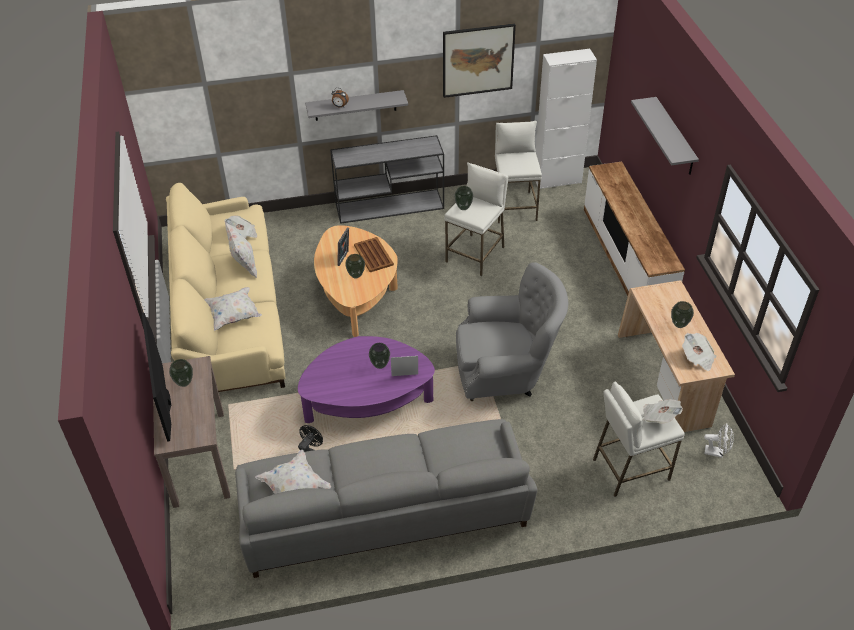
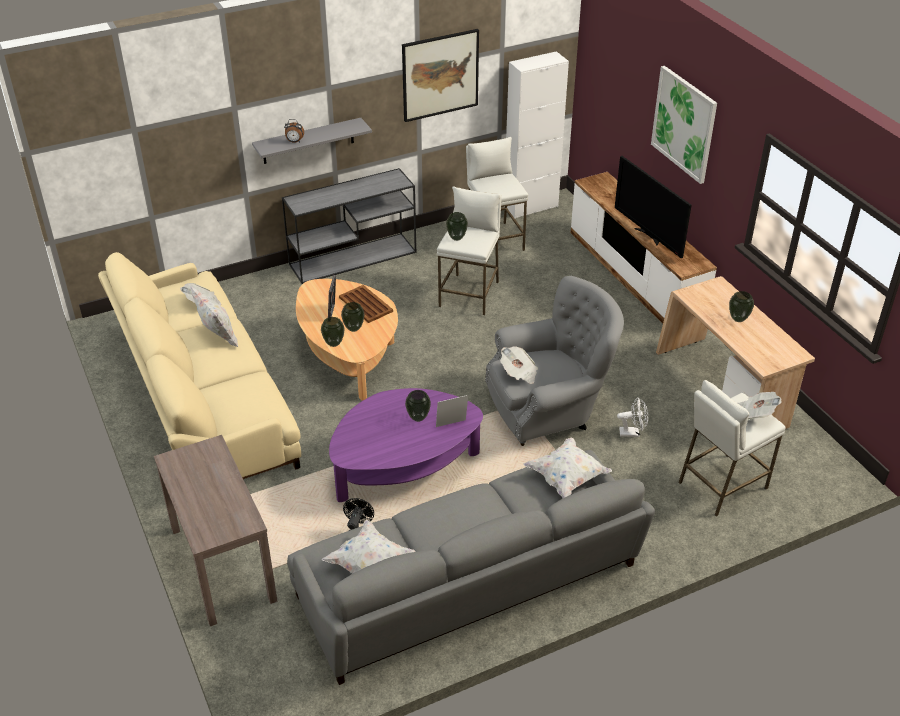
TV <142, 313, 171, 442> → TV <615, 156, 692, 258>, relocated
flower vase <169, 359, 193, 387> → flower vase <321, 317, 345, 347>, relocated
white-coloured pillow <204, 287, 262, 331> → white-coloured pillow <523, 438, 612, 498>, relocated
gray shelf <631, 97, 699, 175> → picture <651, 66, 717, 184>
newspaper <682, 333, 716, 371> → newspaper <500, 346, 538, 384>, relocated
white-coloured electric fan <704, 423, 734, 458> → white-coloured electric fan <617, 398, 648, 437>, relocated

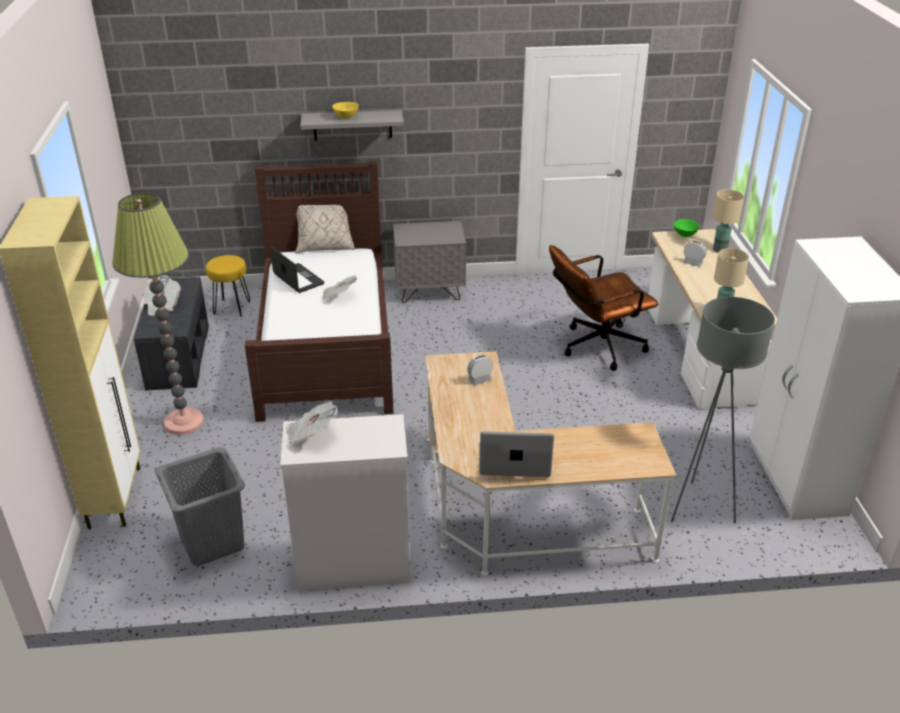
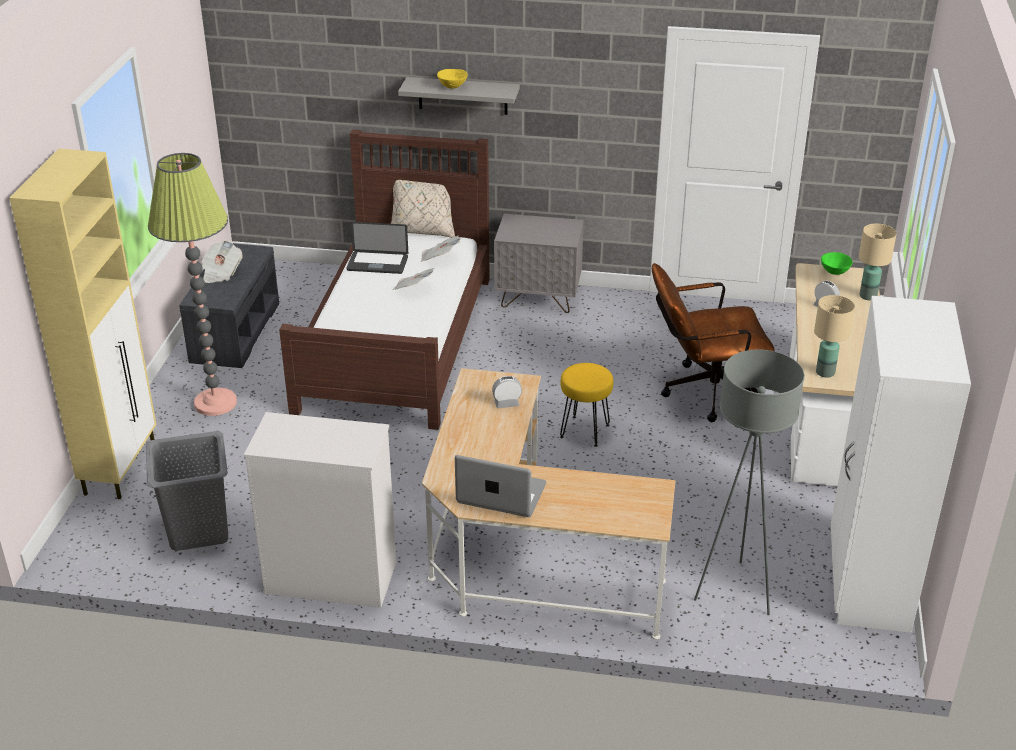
yellow stool <206, 255, 250, 316> → yellow stool <560, 363, 613, 447>, relocated
laptop <270, 246, 324, 293> → laptop <347, 222, 408, 274>, 120 degrees clockwise
newspaper <286, 401, 338, 444> → newspaper <421, 236, 461, 262>, relocated

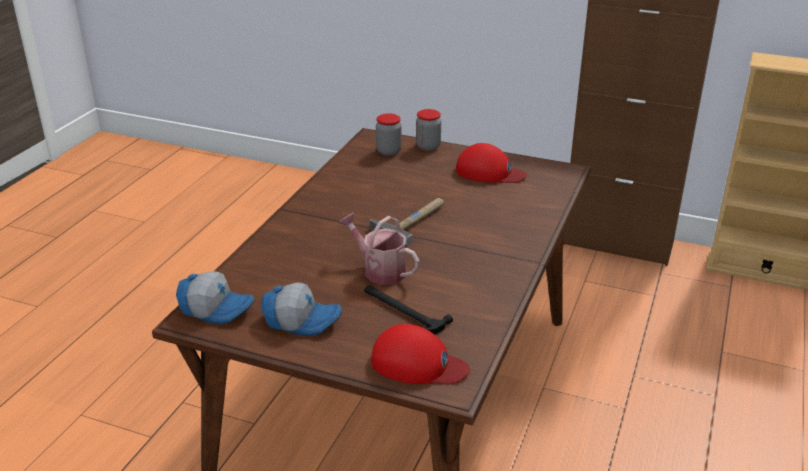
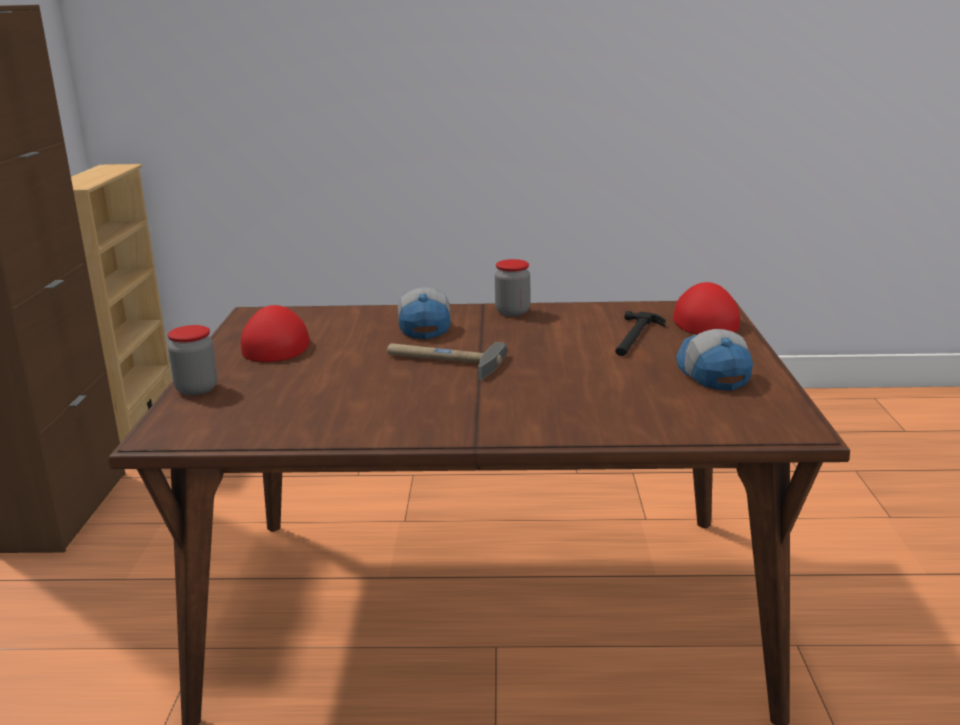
peaked cap <176, 271, 254, 324> → peaked cap <398, 287, 451, 339>, relocated
sprinkling can <339, 213, 420, 285> → -
preserve jar <376, 113, 402, 156> → preserve jar <495, 259, 530, 316>, relocated

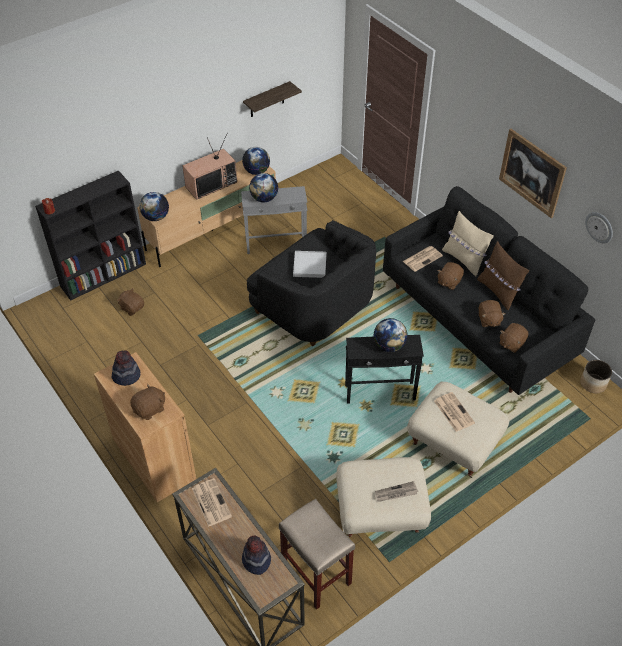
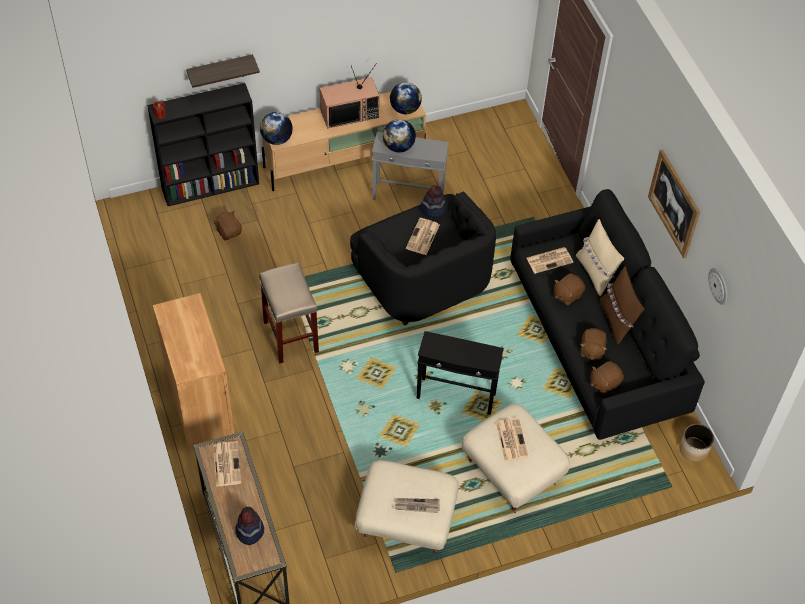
wearable hat <111, 350, 140, 386> → wearable hat <420, 185, 446, 218>, relocated
brown soft toy <130, 384, 165, 420> → -
shelf <243, 81, 302, 117> → shelf <186, 54, 260, 88>, relocated
beige stool <279, 499, 355, 610> → beige stool <259, 263, 319, 364>, relocated
white-coloured serving tray <293, 251, 326, 278> → newspaper <406, 218, 440, 255>
globe <374, 318, 407, 352> → -

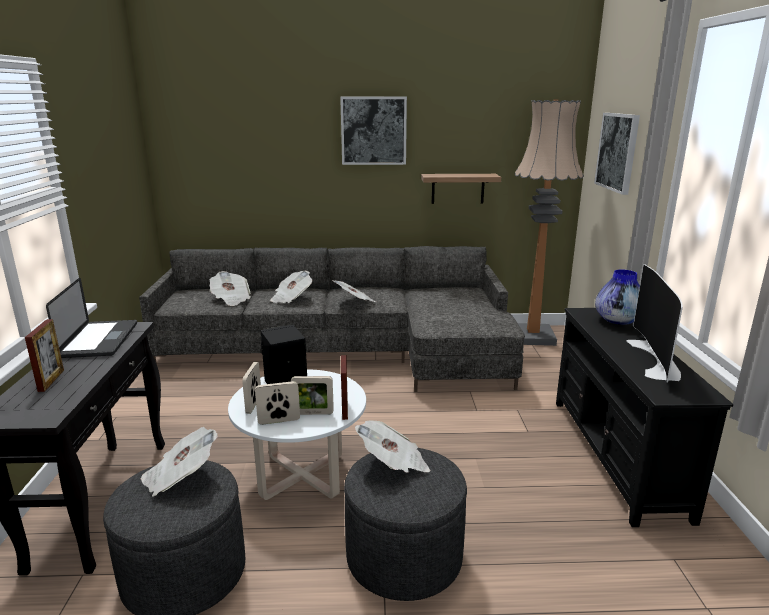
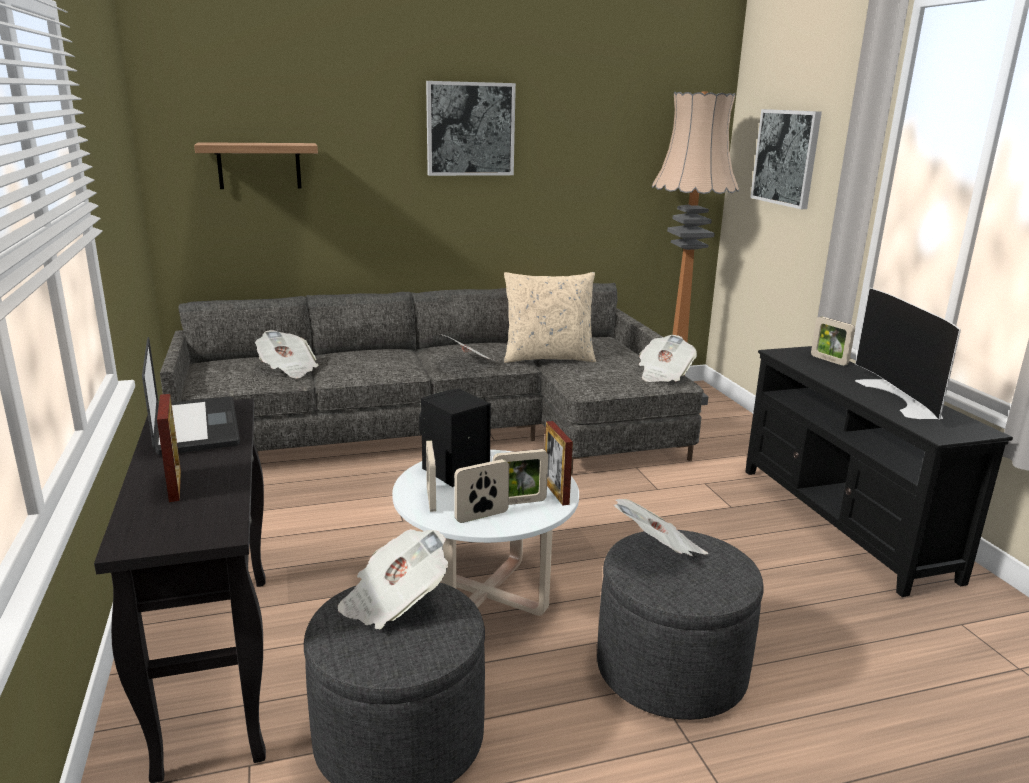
newspaper <270, 271, 312, 303> → newspaper <638, 335, 697, 382>, relocated
shelf <421, 174, 501, 204> → shelf <194, 142, 318, 189>, relocated
flower vase <595, 269, 640, 325> → picture frame <811, 317, 855, 366>
- → beige pillow <504, 272, 596, 363>

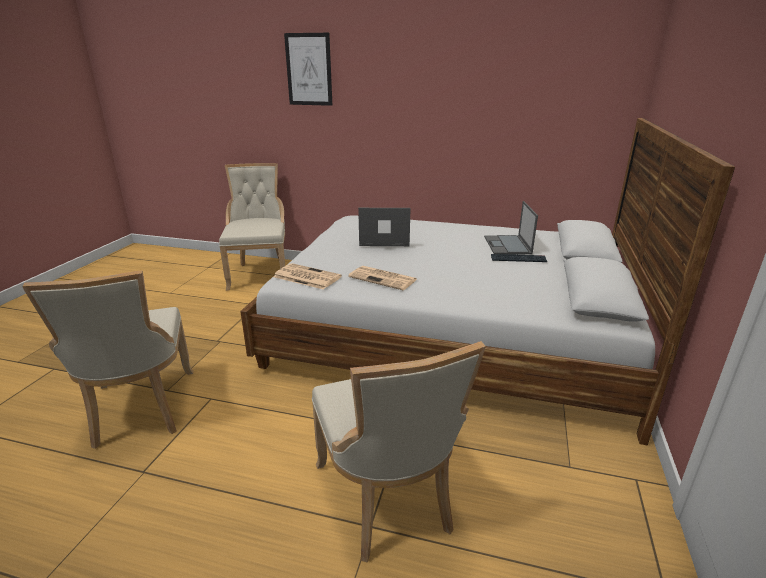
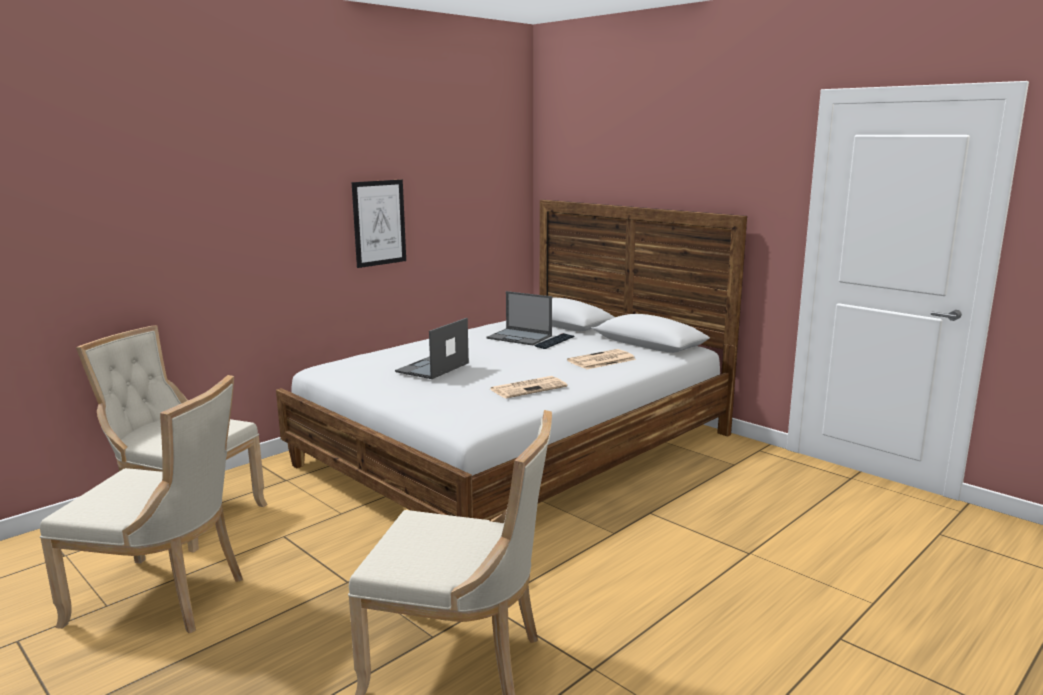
newspaper <273, 263, 342, 290> → newspaper <567, 349, 636, 370>, relocated
picture <284, 33, 332, 106> → picture <352, 180, 406, 268>, relocated
beige upright chair <312, 341, 486, 563> → beige upright chair <40, 375, 243, 633>, relocated

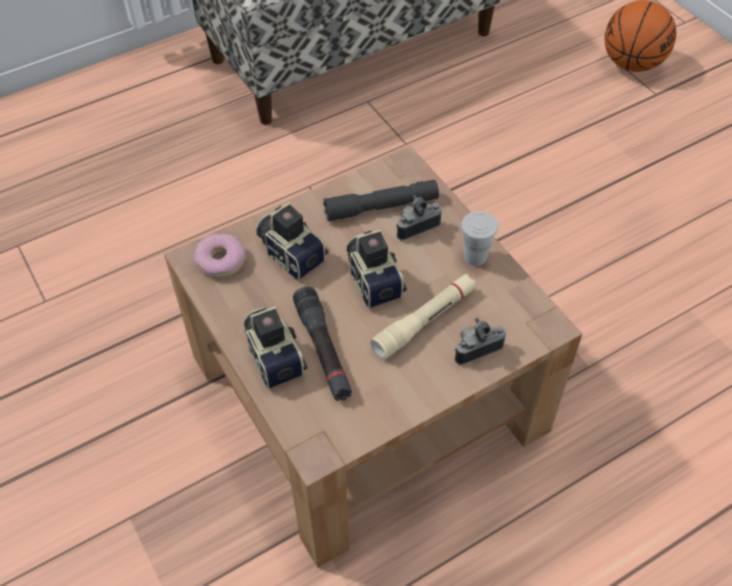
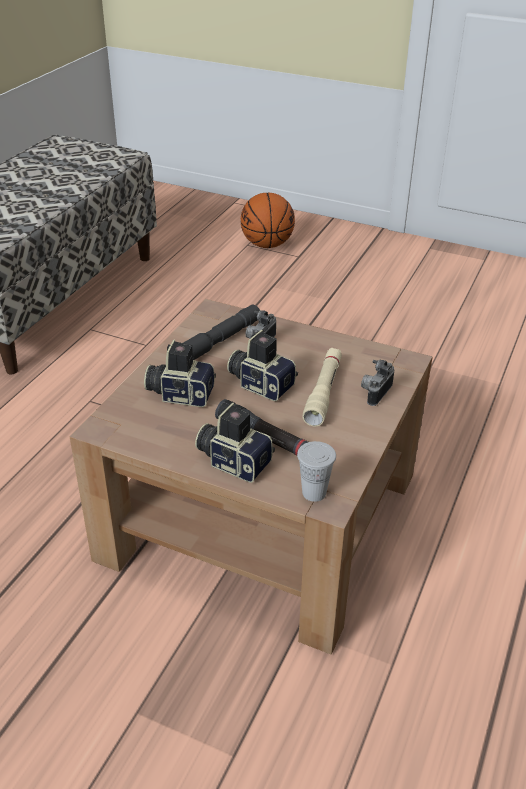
ring doughnut <194, 233, 246, 278> → -
white-coloured drinking cup <461, 211, 498, 266> → white-coloured drinking cup <297, 441, 336, 502>, relocated

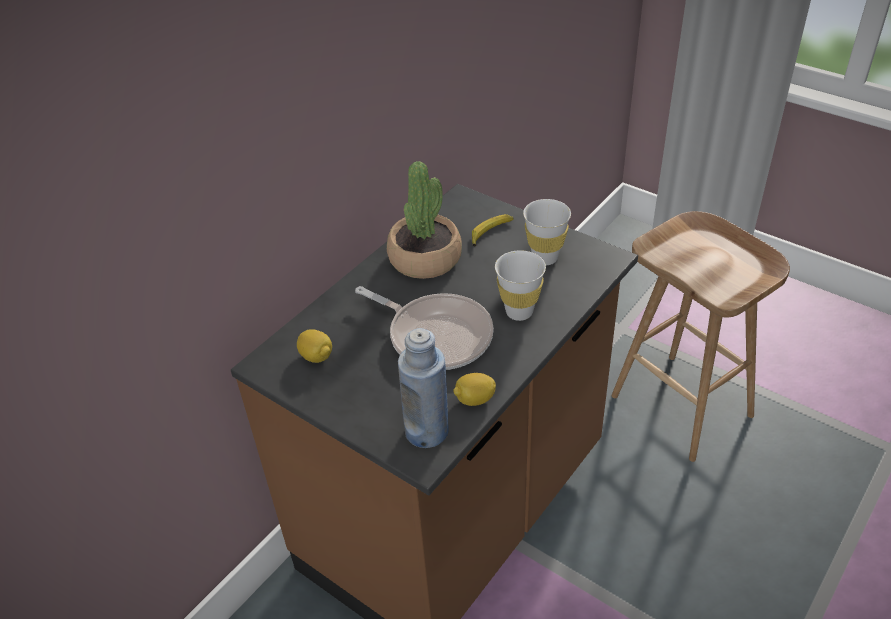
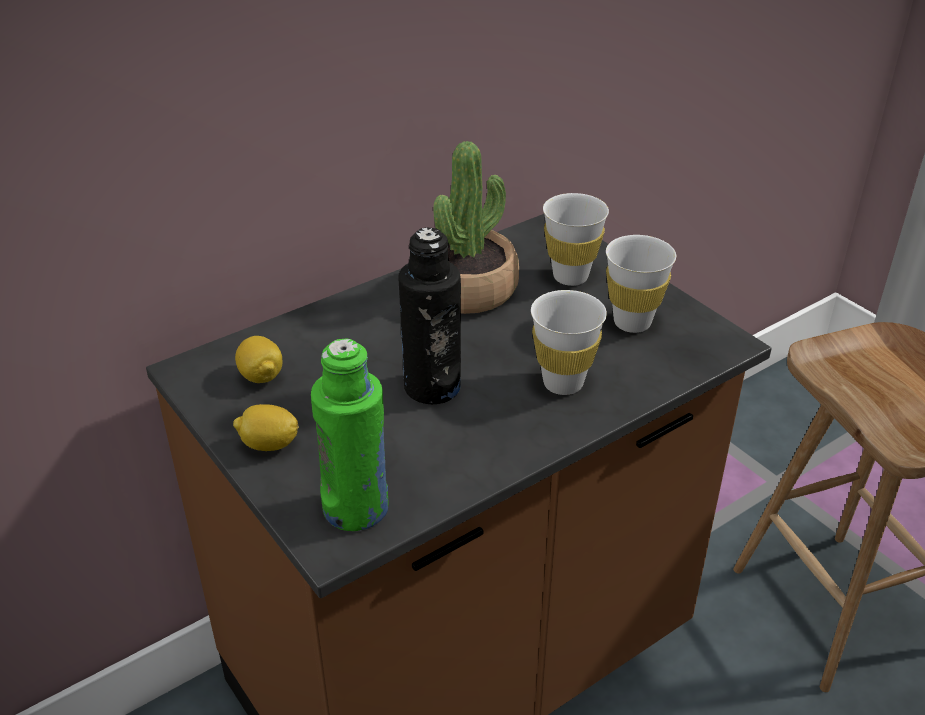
frying pan <355, 286, 494, 370> → blackish bottle <399, 227, 461, 404>
bluish bottle <398, 328, 449, 448> → green bottle <311, 339, 389, 531>
whole lemon <453, 373, 496, 406> → whole lemon <233, 404, 299, 451>, relocated
banana <472, 214, 514, 246> → white-coloured drinking cup <543, 193, 609, 286>

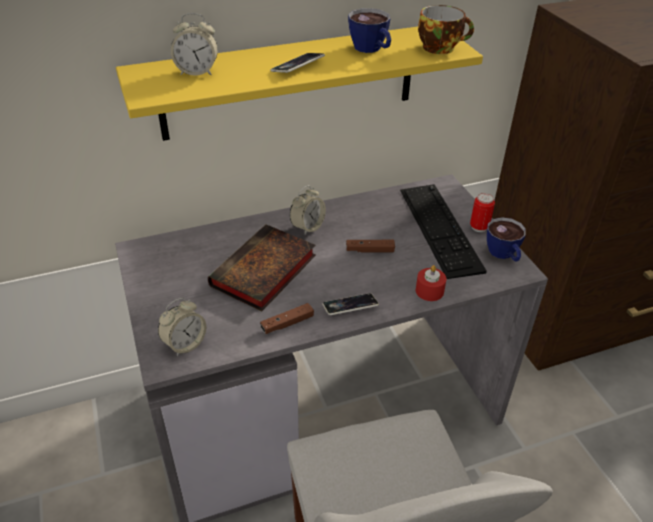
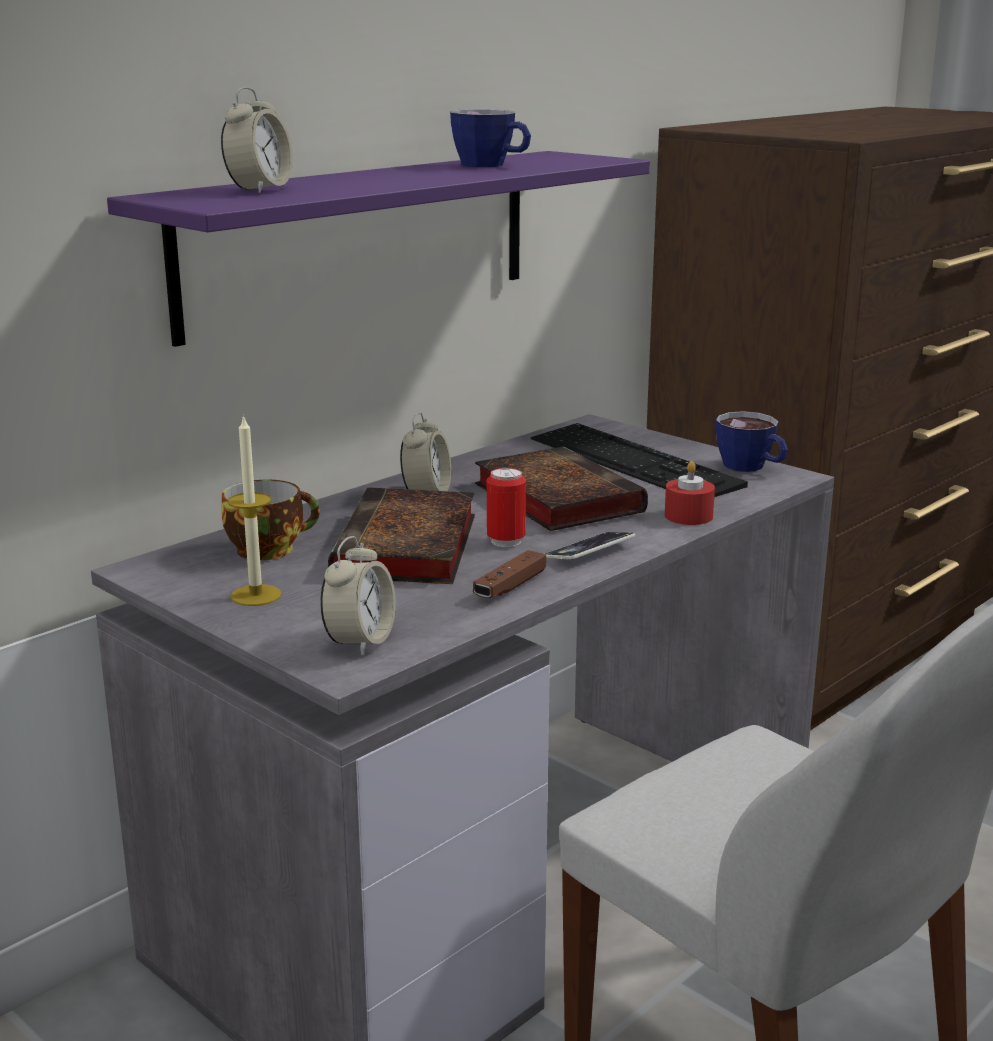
yellow shelf <116, 27, 483, 141> → purple shelf <107, 151, 650, 347>
table clock <171, 13, 218, 76> → table clock <221, 87, 293, 193>, 45 degrees counterclockwise
telephone <270, 53, 325, 73> → -
brown joypad <346, 240, 395, 253> → bound book <475, 447, 648, 531>
drinking cup <418, 5, 474, 54> → drinking cup <221, 480, 320, 560>, relocated
can <470, 193, 495, 232> → can <486, 467, 526, 547>, relocated
- → wax light <227, 414, 282, 606>

